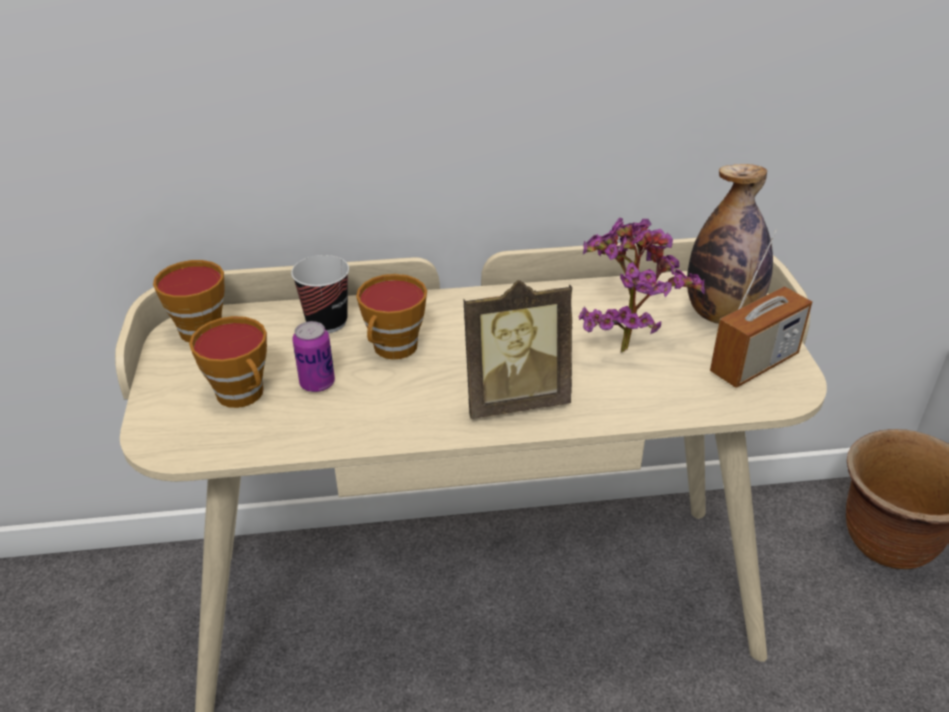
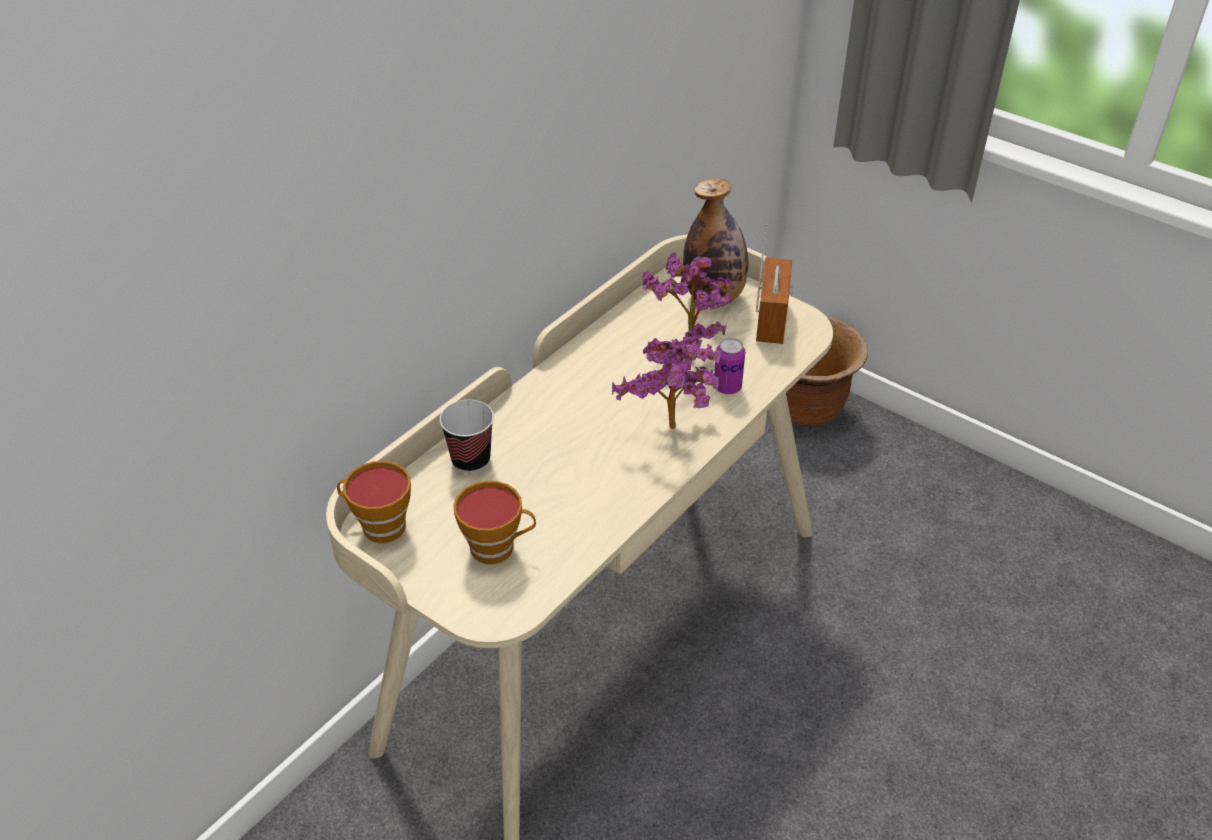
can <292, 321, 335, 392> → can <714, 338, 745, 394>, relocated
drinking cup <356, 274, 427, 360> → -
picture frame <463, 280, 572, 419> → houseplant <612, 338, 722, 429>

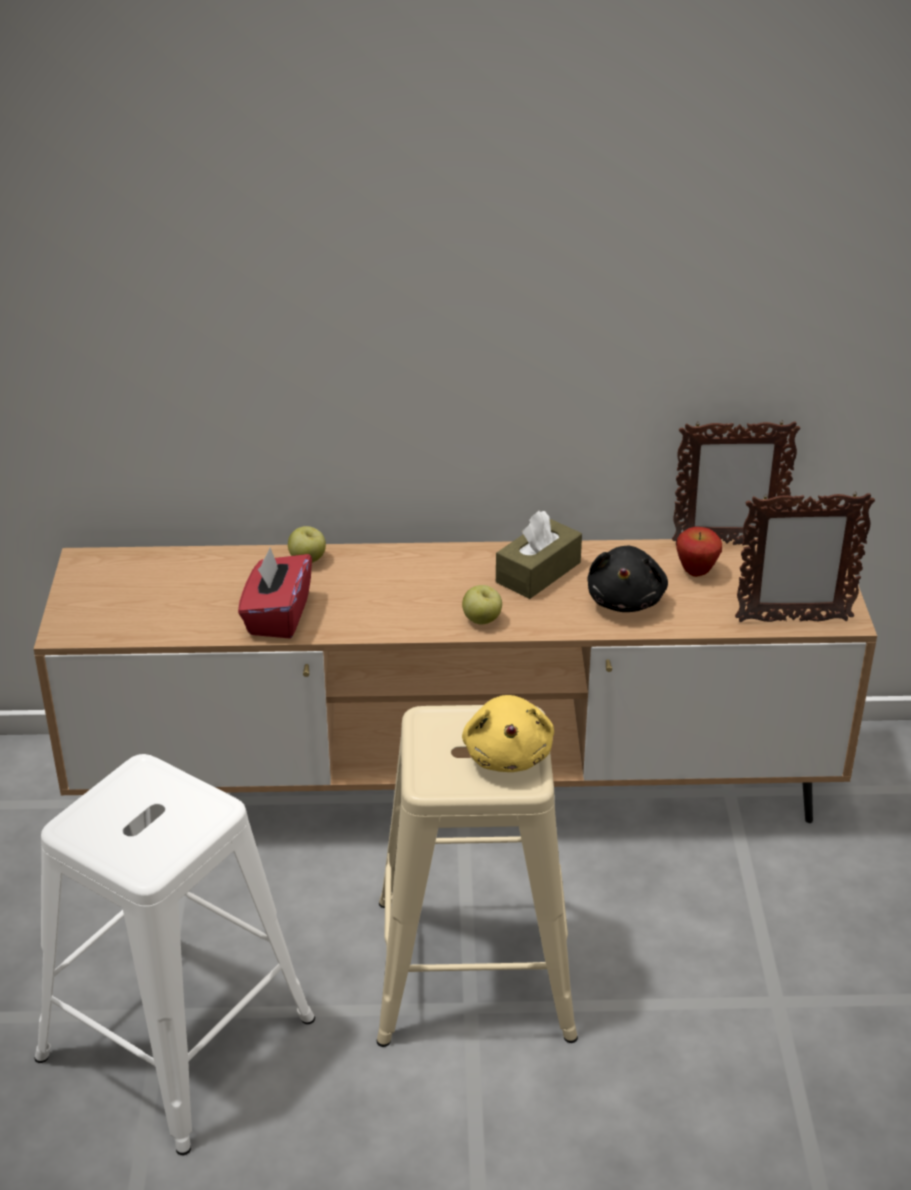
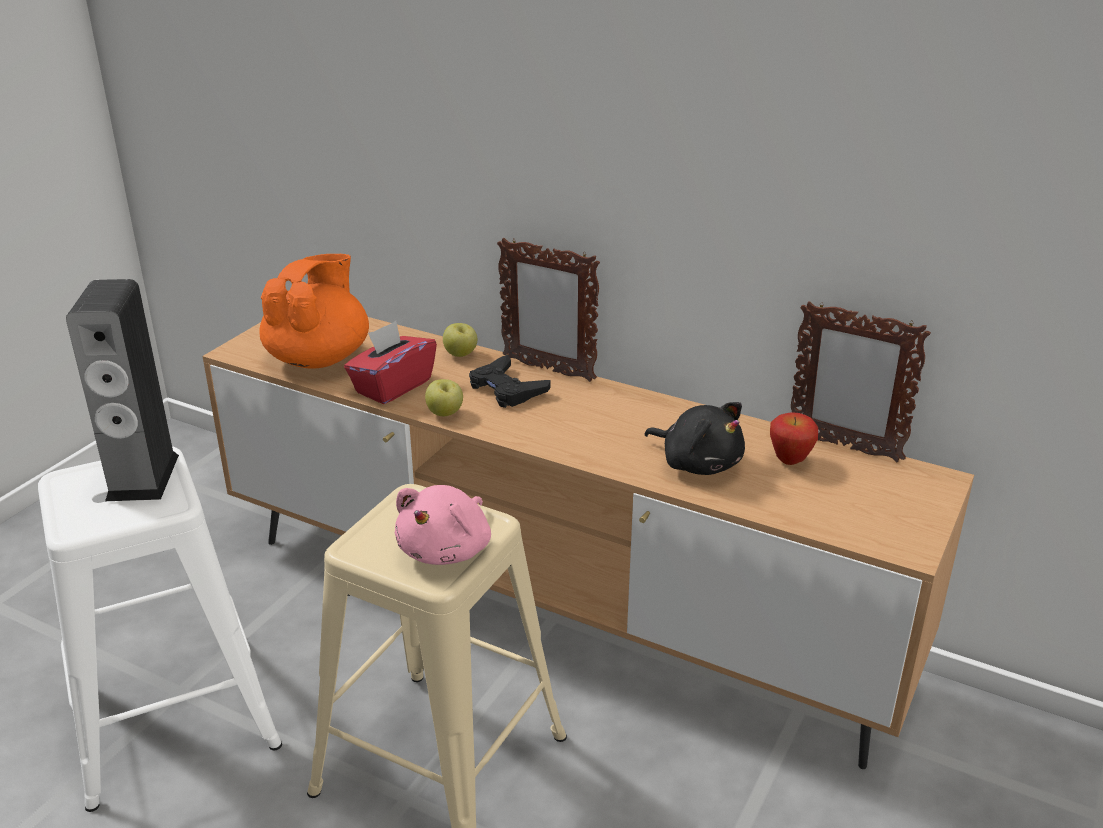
apple <462, 585, 502, 625> → apple <425, 379, 463, 416>, relocated
yellow soft toy <462, 695, 554, 772> → pinkish soft toy <395, 485, 491, 565>
brown tissue box <496, 511, 582, 599> → -
blackish soft toy <587, 546, 668, 612> → blackish soft toy <644, 402, 745, 475>, 90 degrees counterclockwise
picture frame <735, 491, 875, 622> → picture frame <497, 238, 600, 382>, relocated
- → speaker <66, 279, 179, 501>
- → orange-coloured teapot <259, 254, 369, 369>
- → blackish joypad <469, 355, 550, 408>

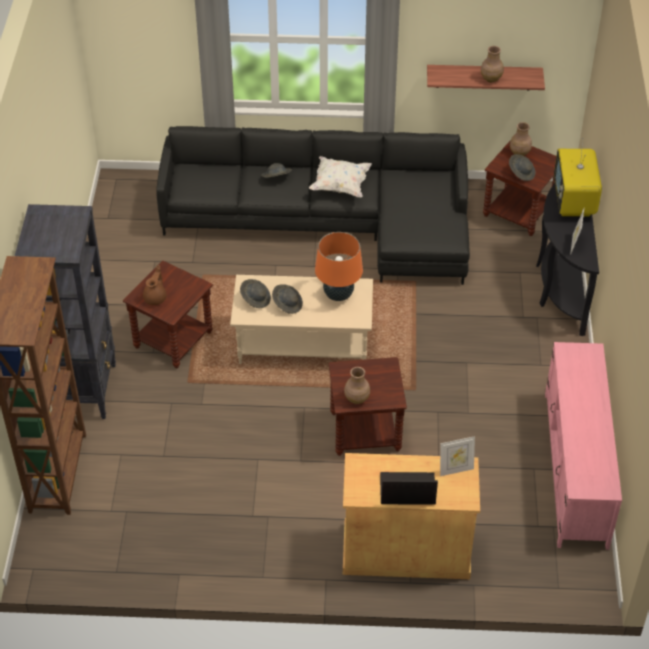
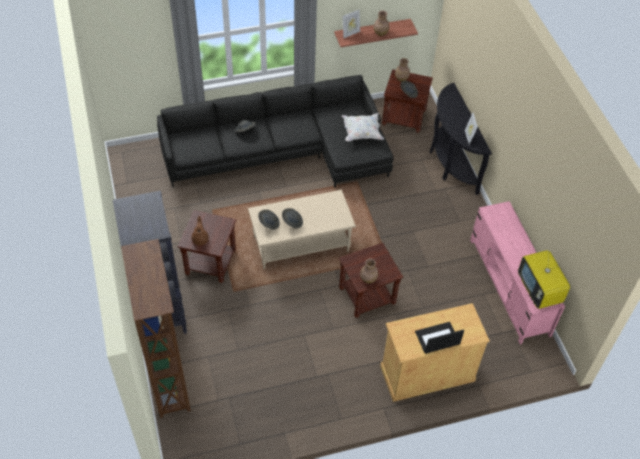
white-coloured pillow <309, 156, 372, 198> → white-coloured pillow <342, 113, 384, 141>, relocated
orange-coloured table lamp <315, 232, 363, 301> → -
picture frame <440, 436, 475, 476> → picture frame <342, 10, 360, 38>, relocated
TV <554, 138, 602, 216> → TV <518, 250, 570, 309>, relocated

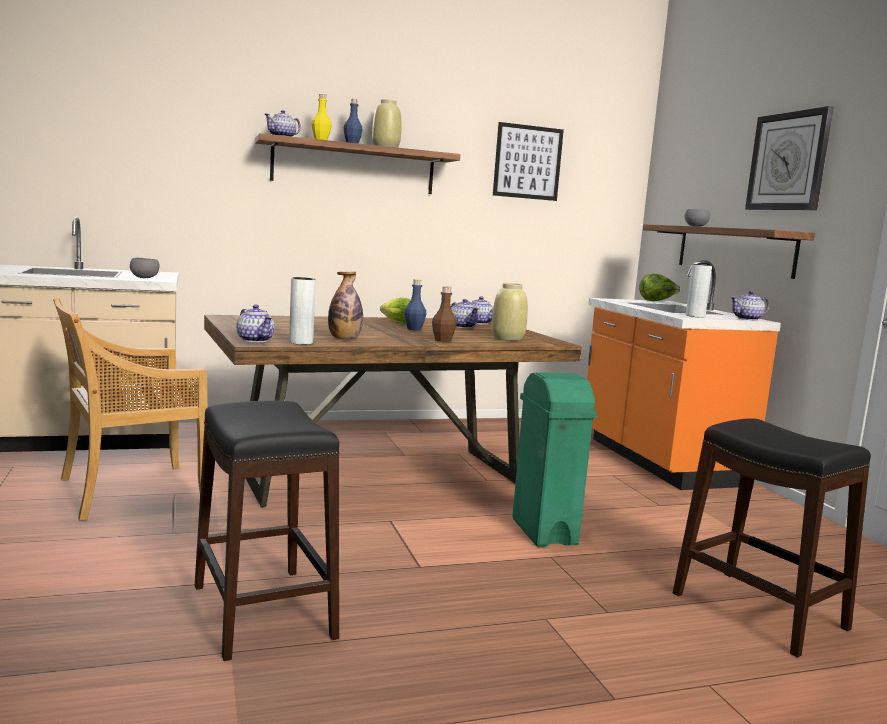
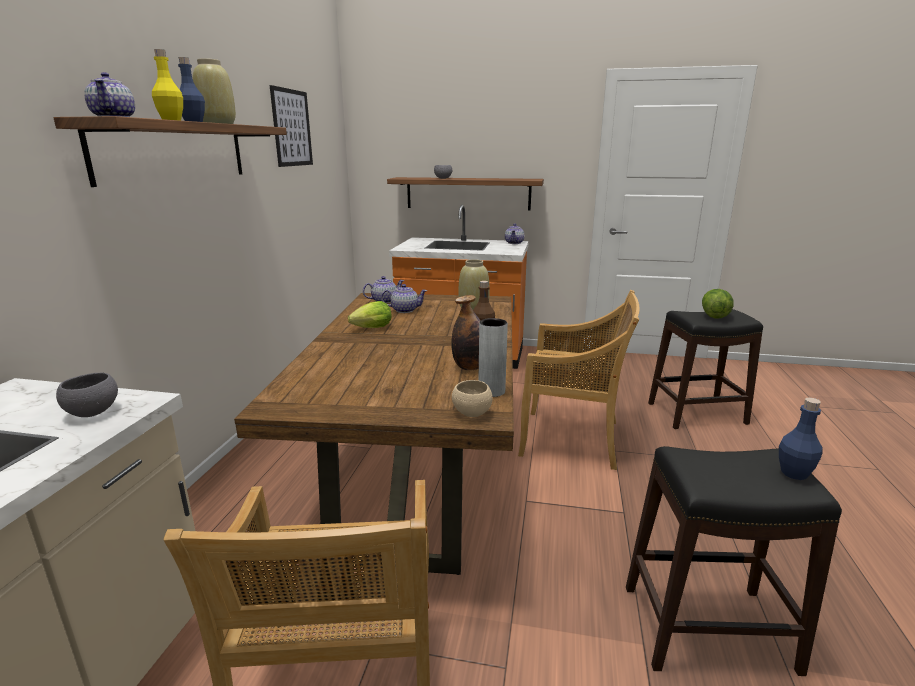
teapot <236, 305, 274, 342> → beige deep dish <452, 380, 493, 417>
bluish bottle <404, 279, 426, 330> → bluish bottle <779, 398, 823, 480>, relocated
green rubbish bin <512, 372, 597, 547> → beige upright chair <518, 290, 639, 470>
lettuce <639, 274, 680, 301> → lettuce <702, 289, 733, 319>, relocated
gray flower vase <686, 264, 712, 318> → -
wall clock <745, 106, 833, 210> → -

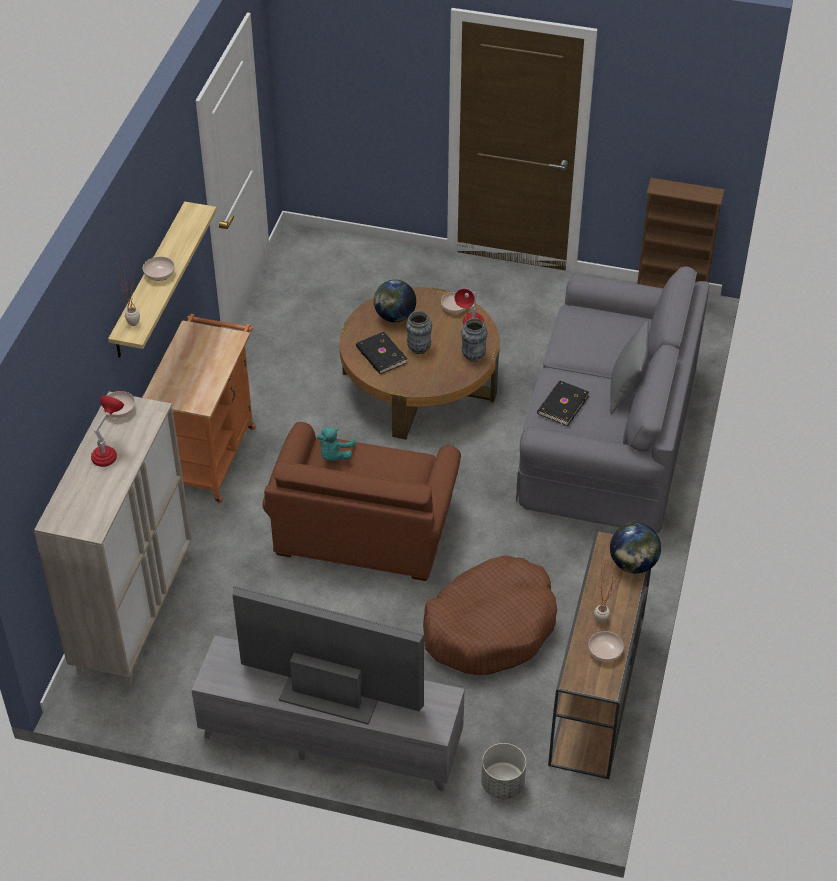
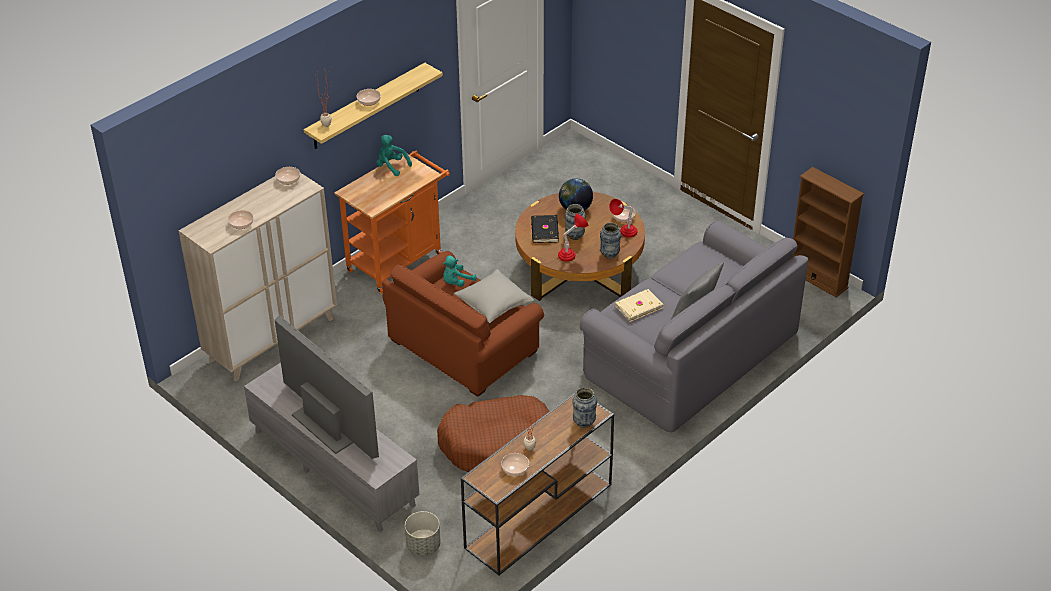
red-coloured table lamp <91, 396, 124, 467> → red-coloured table lamp <558, 214, 588, 262>, relocated
blackish bound book <537, 381, 589, 426> → beige bound book <615, 289, 663, 322>
globe <610, 522, 661, 574> → flower vase <572, 387, 597, 428>
- → deep dish <228, 210, 253, 229>
- → turquoise-coloured soft toy <376, 135, 412, 176>
- → gray pillow <454, 269, 534, 323>

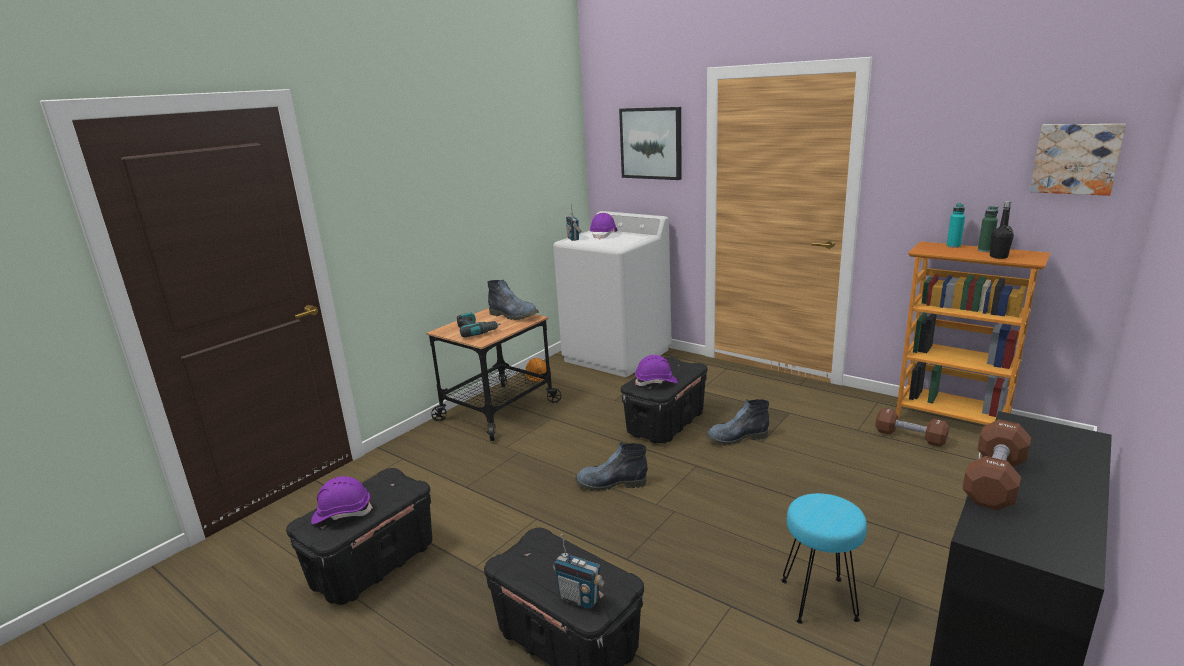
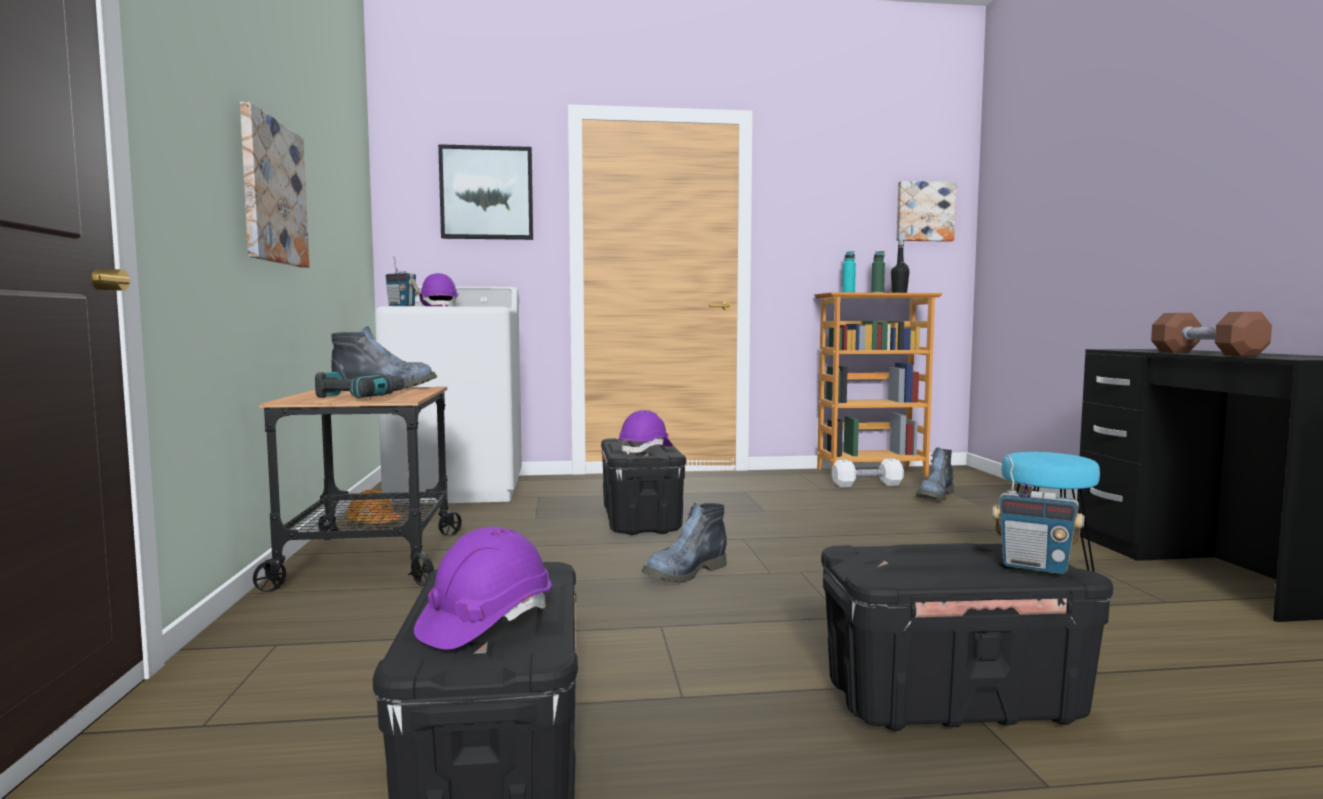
radio <553, 534, 605, 609> → radio <992, 455, 1084, 574>, 45 degrees clockwise
boot <705, 399, 769, 445> → boot <916, 447, 954, 501>, relocated
brown dumbbell <875, 408, 949, 447> → white-coloured dumbbell <832, 459, 904, 487>
- → picture <240, 102, 309, 268>

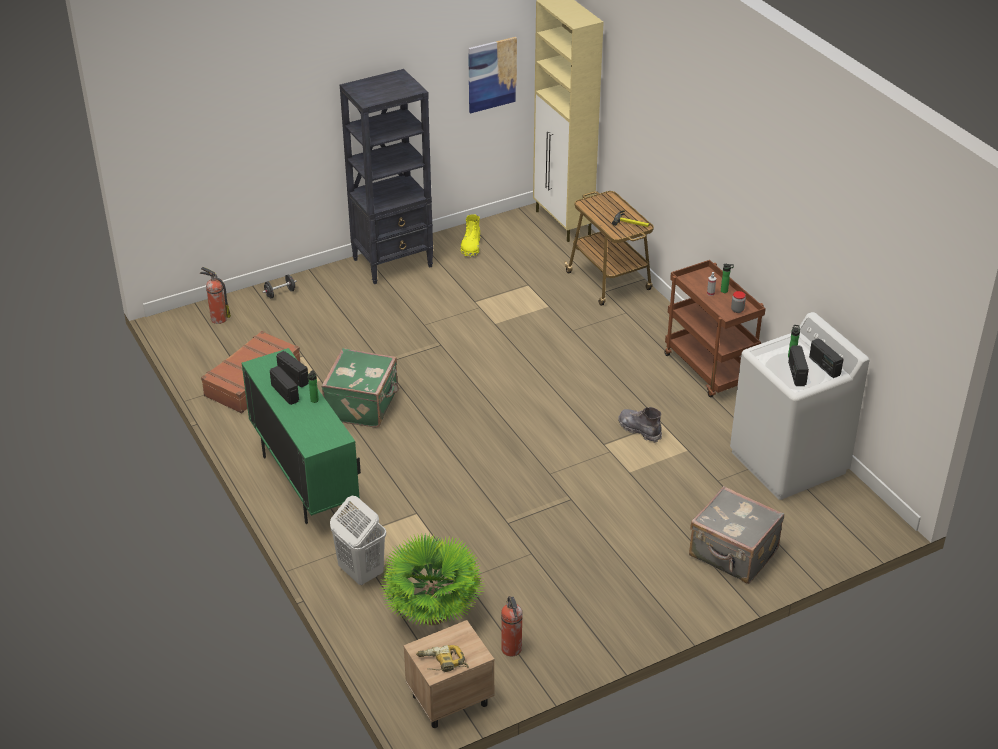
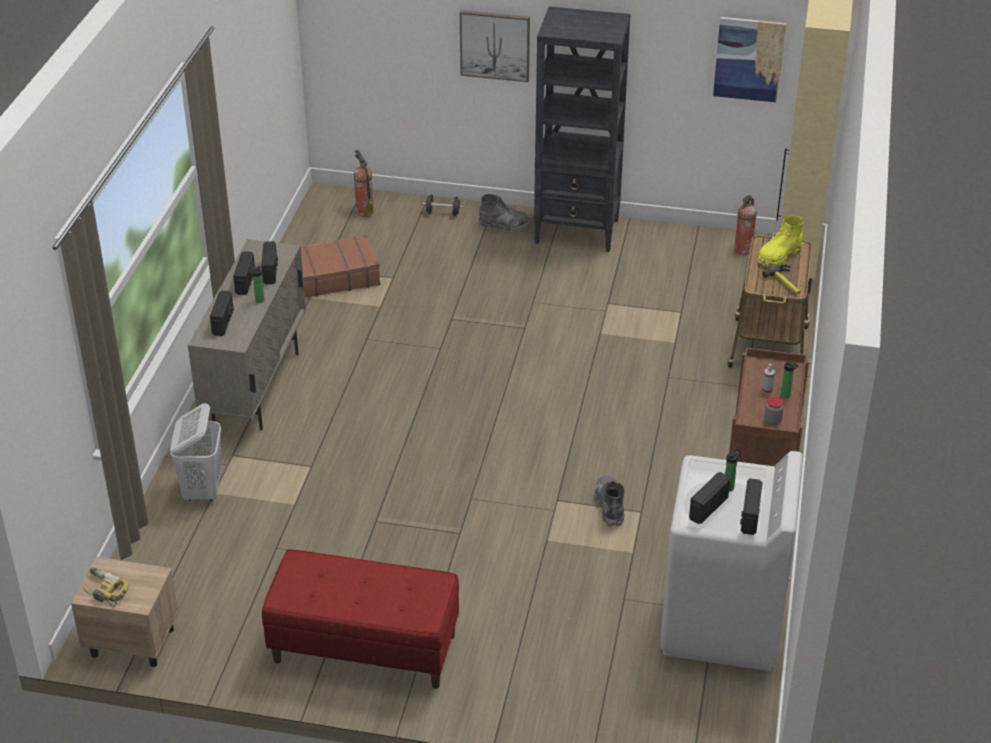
green cupboard <242, 348, 361, 524> → beige cupboard <187, 239, 306, 430>
green suitcase <321, 348, 399, 428> → -
houseplant <381, 534, 484, 627> → -
yellow boot <460, 214, 480, 257> → yellow boot <758, 215, 803, 268>, relocated
fire extinguisher <501, 596, 523, 656> → fire extinguisher <734, 195, 757, 255>, relocated
gray suitcase <689, 486, 784, 584> → -
- → radio <210, 290, 234, 336>
- → red-coloured indoor bench <262, 549, 459, 689>
- → picture <460, 10, 530, 82>
- → gray boot <478, 194, 530, 232>

